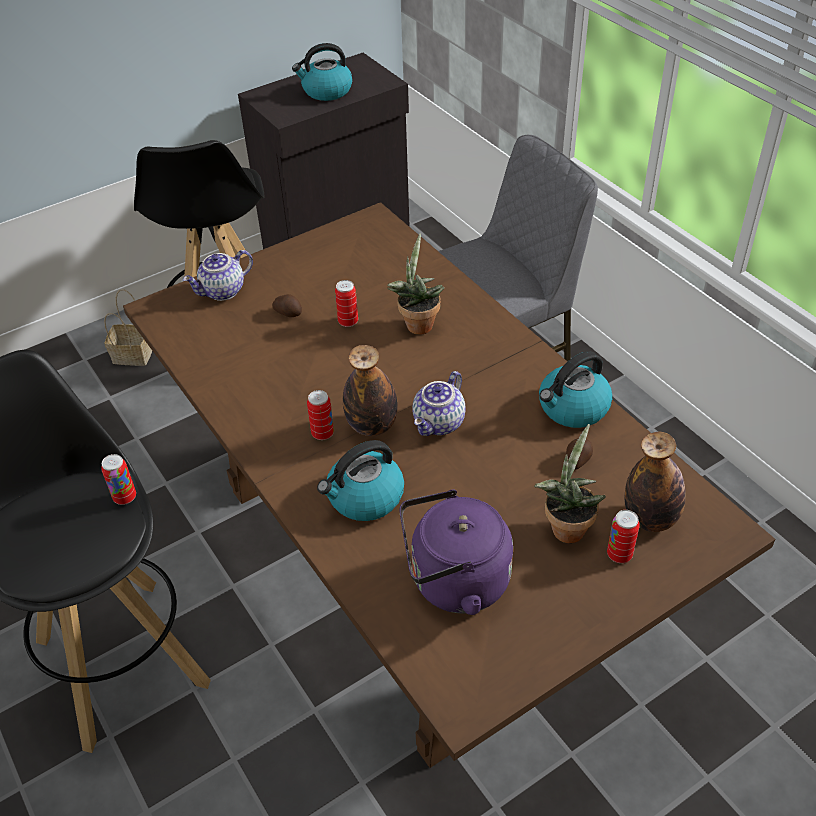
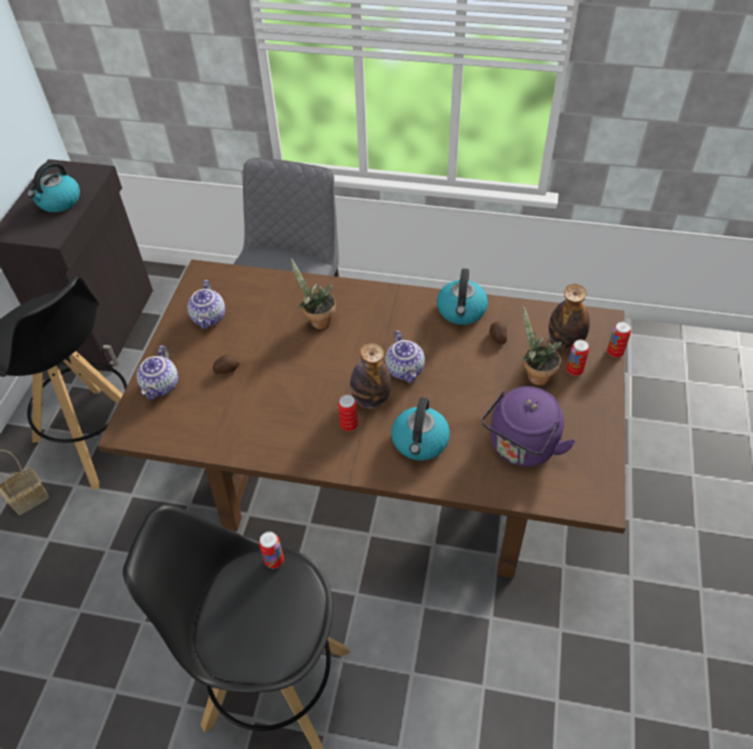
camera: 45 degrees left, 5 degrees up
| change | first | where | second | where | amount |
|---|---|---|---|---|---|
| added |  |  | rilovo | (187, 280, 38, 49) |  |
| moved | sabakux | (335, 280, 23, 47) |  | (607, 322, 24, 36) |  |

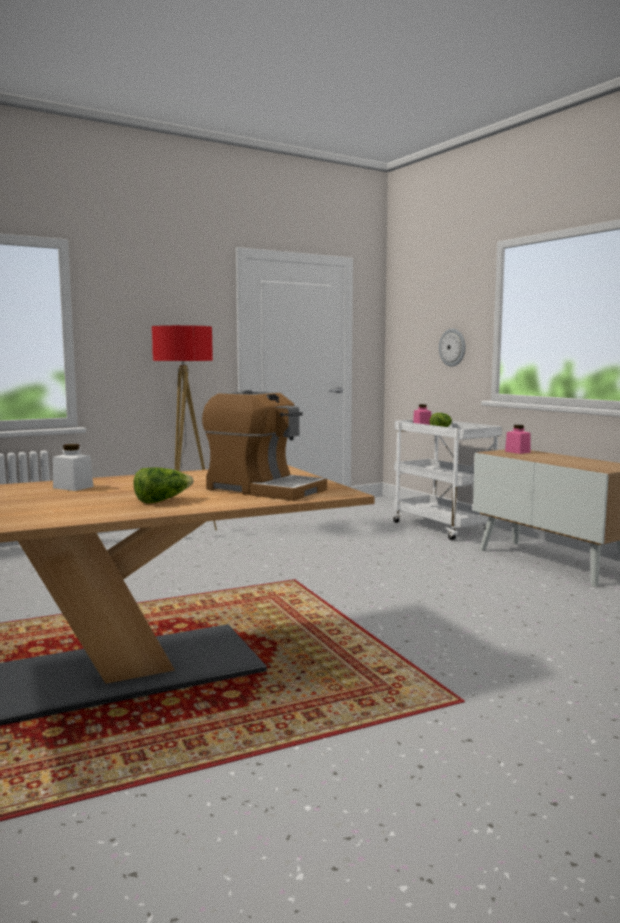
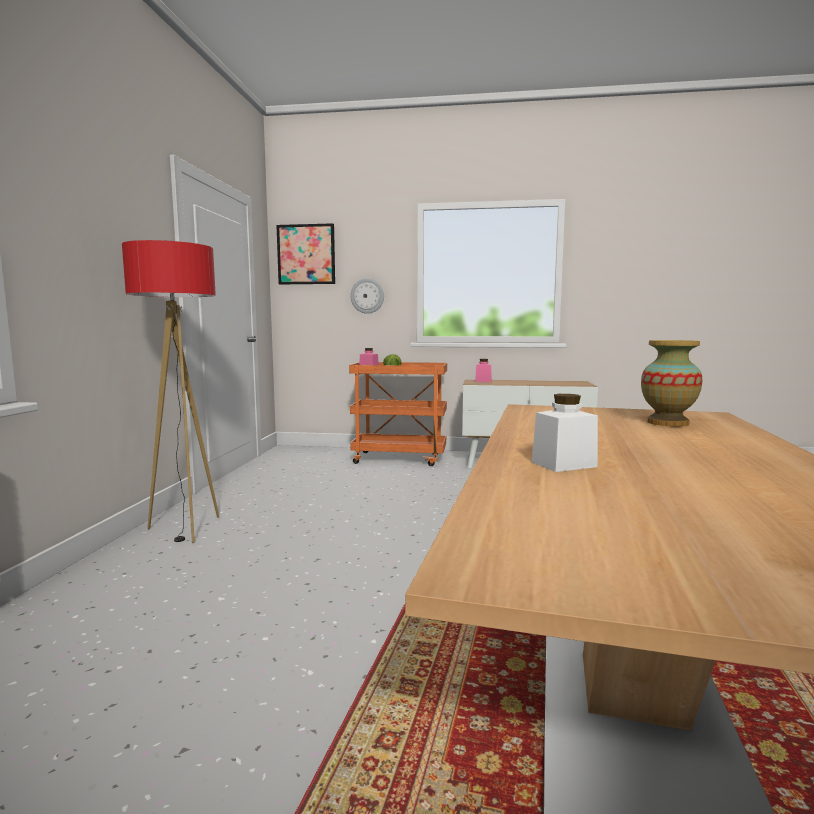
camera: 50 degrees left, 0 degrees up
| change | first | where | second | where | amount |
|---|---|---|---|---|---|
| added |  |  | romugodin | (277, 223, 58, 61) |  |
| recoloured | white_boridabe | (393, 420, 109, 120) | orange_boridabe | (349, 362, 98, 104) |  |
| replaced | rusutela | (202, 390, 125, 111) | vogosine | (641, 340, 61, 87) |  |
| removed | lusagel | (133, 468, 60, 35) |  |  |  |

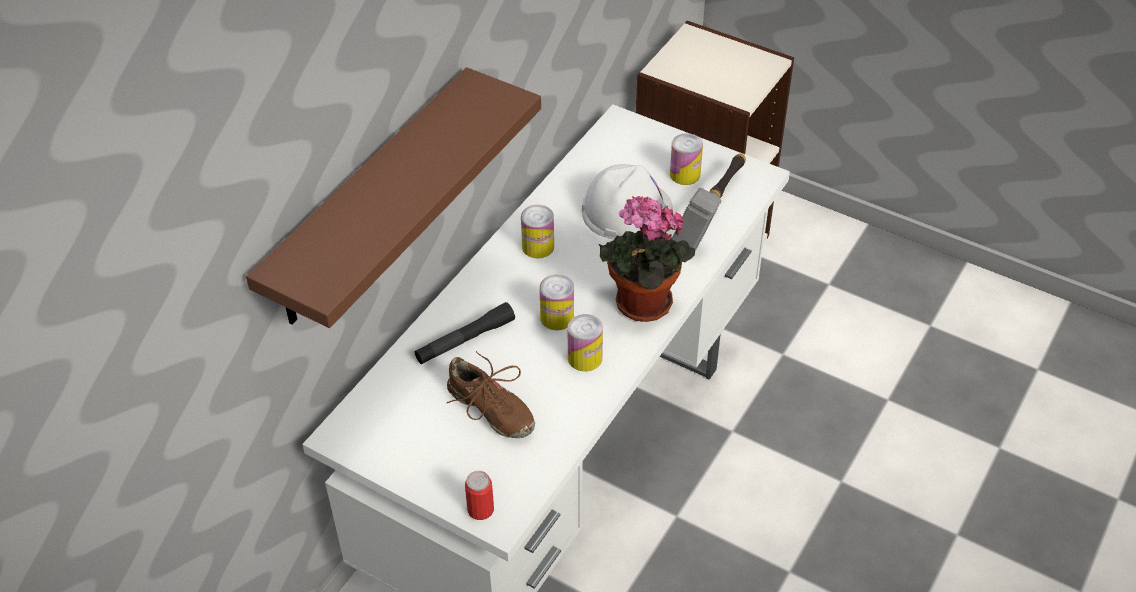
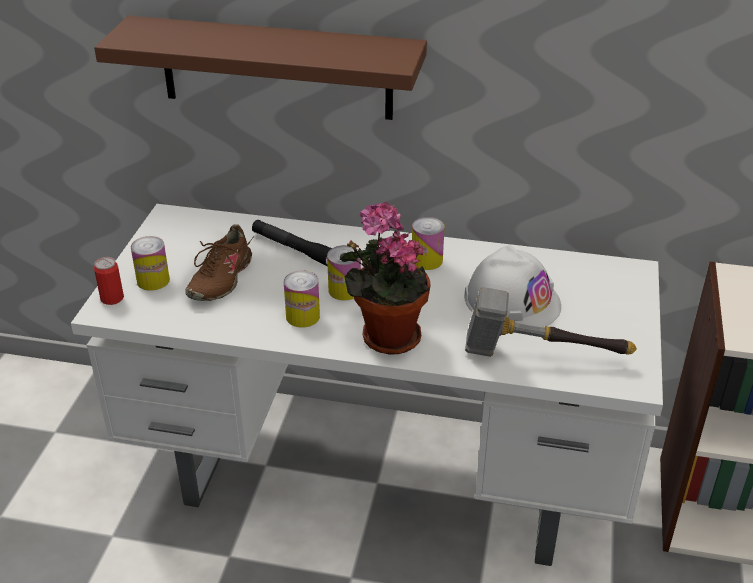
camera: 70 degrees right, 10 degrees down
| change | first | where | second | where | amount |
|---|---|---|---|---|---|
| moved | sabakux | (670, 133, 33, 52) |  | (131, 236, 39, 55) |  |

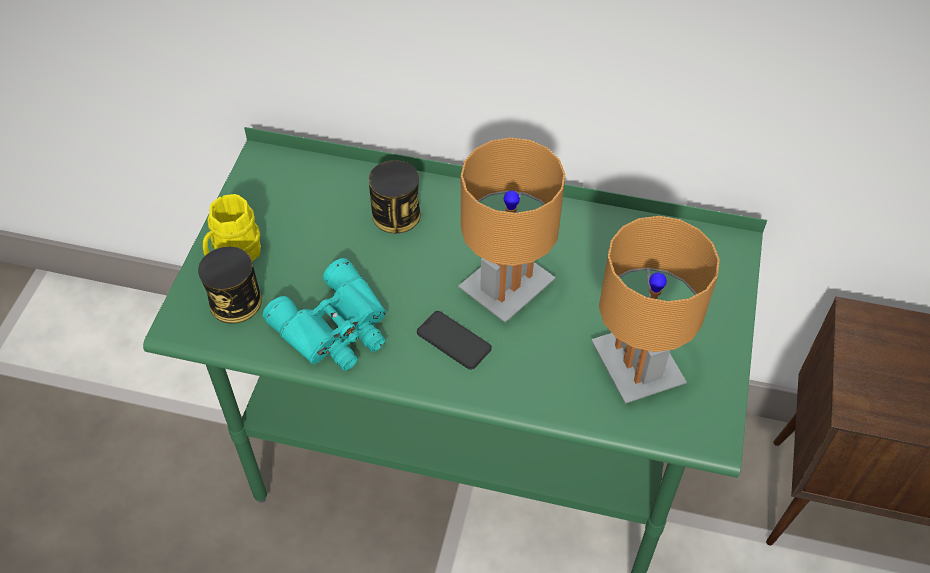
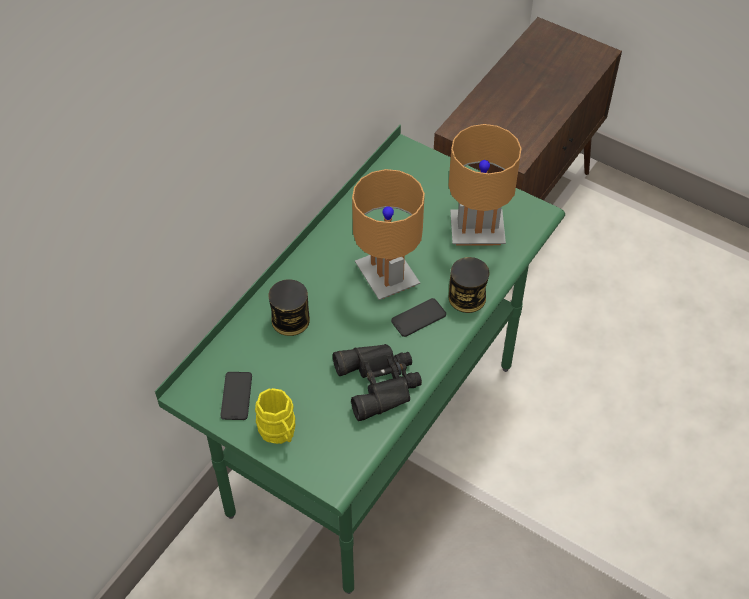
camera: 70 degrees left, 0 degrees up
| change | first | where | second | where | amount |
|---|---|---|---|---|---|
| added |  |  | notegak | (220, 372, 32, 48) |  |
| recoloured | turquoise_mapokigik | (262, 258, 124, 113) | black_mapokigik | (333, 344, 89, 77) |  |
| moved | sabakux | (198, 247, 64, 77) |  | (449, 257, 41, 56) |  |

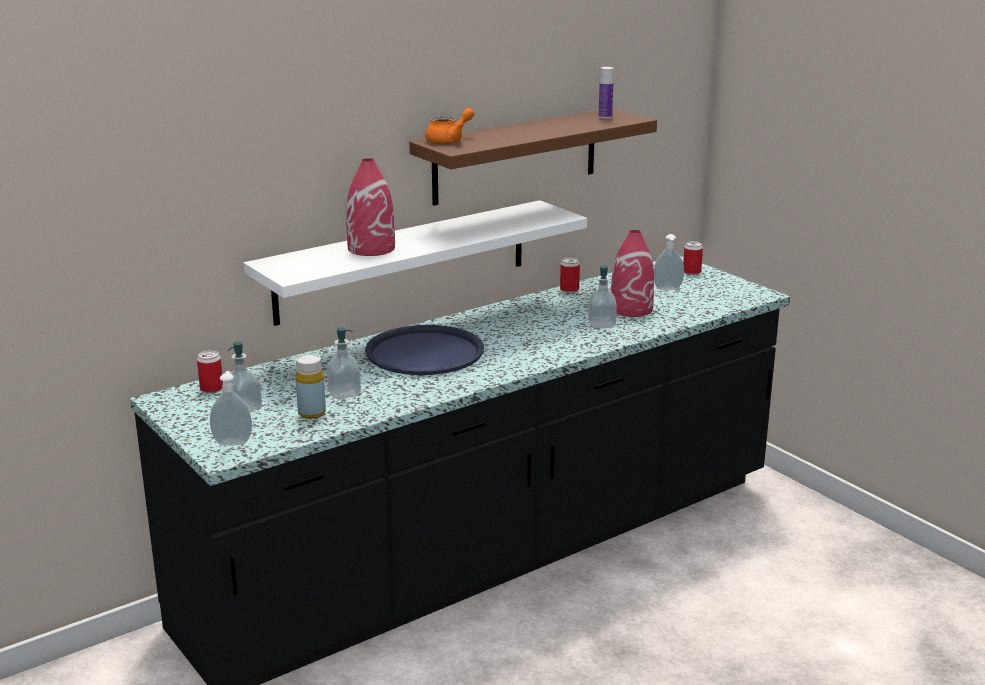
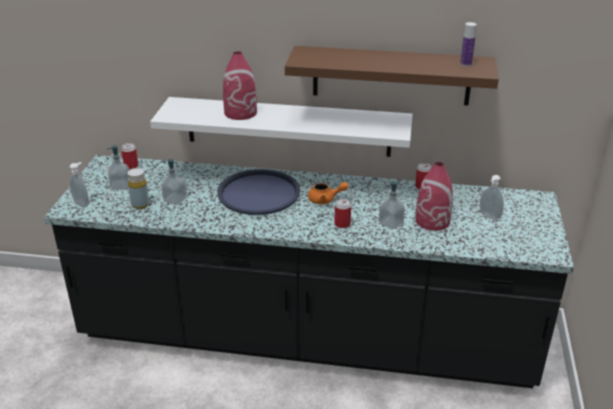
camera: 45 degrees right, 10 degrees up
| change | first | where | second | where | amount |
|---|---|---|---|---|---|
| moved | orange_rilovo | (425, 108, 50, 36) |  | (308, 181, 41, 23) |  |
| moved | sabakux | (683, 241, 20, 34) |  | (334, 199, 17, 29) |  |

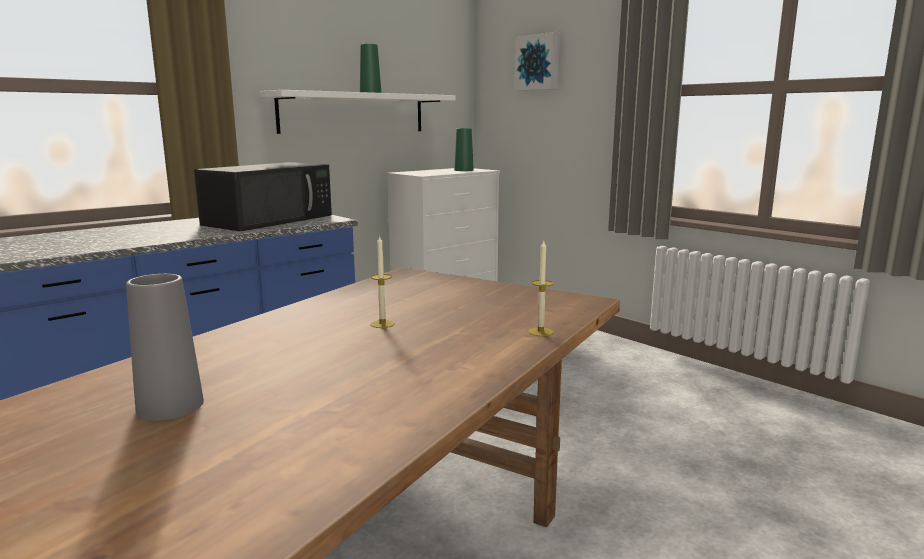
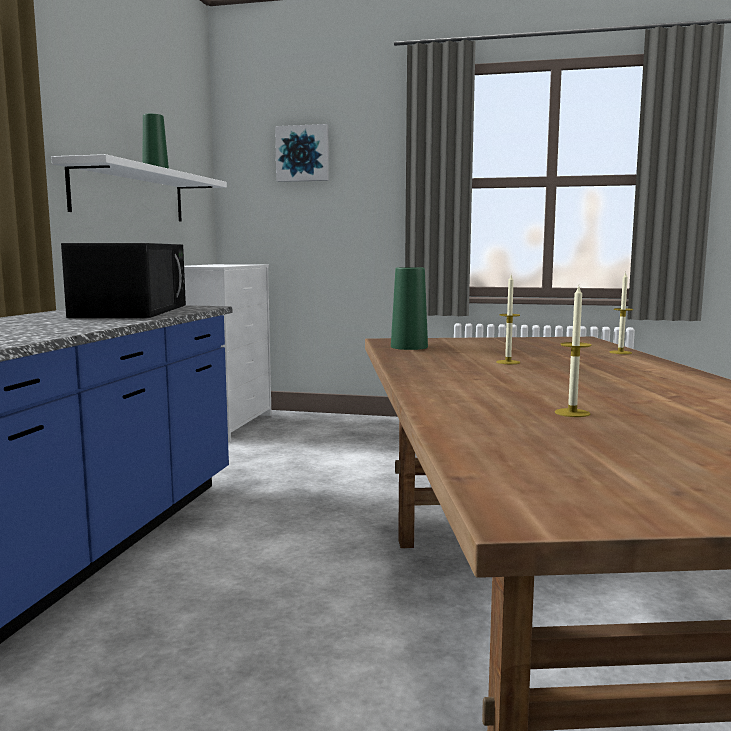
camera: 35 degrees left, 5 degrees down
| change | first | where | second | where | amount |
|---|---|---|---|---|---|
| moved | green_vogosine | (454, 128, 20, 43) |  | (391, 267, 37, 83) |  |
| replaced | grey_vogosine | (126, 274, 78, 146) | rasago | (555, 286, 36, 131) |  |

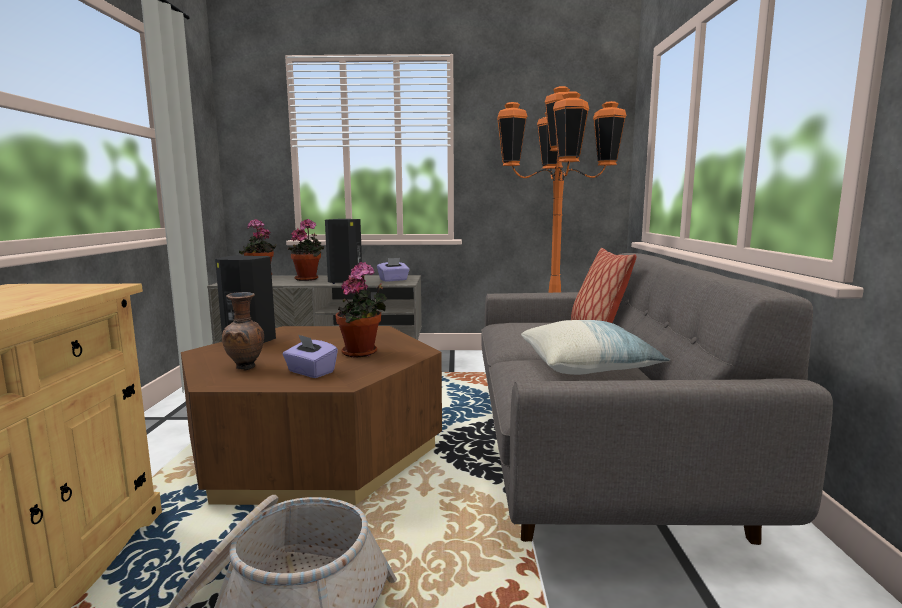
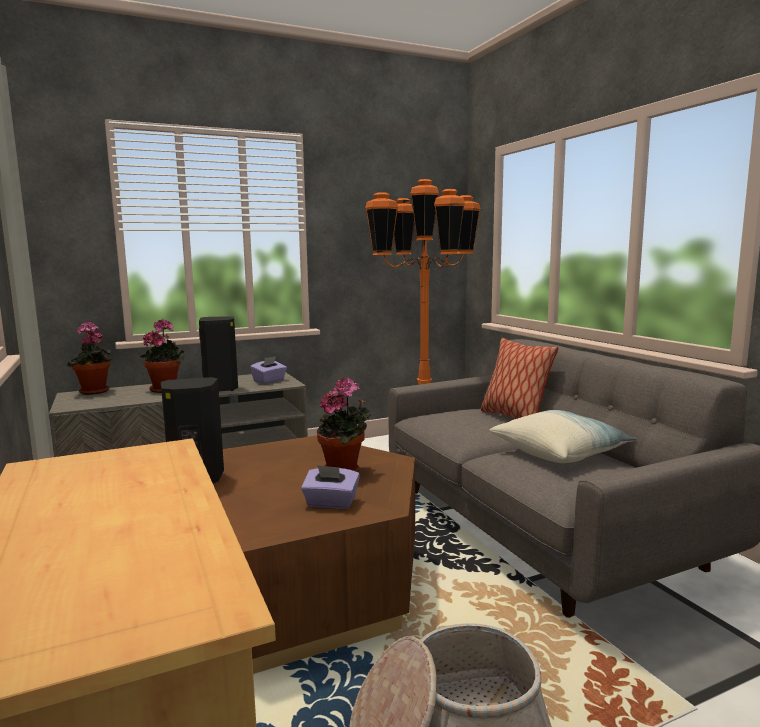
camera: 25 degrees left, 0 degrees up
| change | first | where | second | where | amount |
|---|---|---|---|---|---|
| removed | brown_vogosine | (222, 292, 42, 79) |  |  |  |

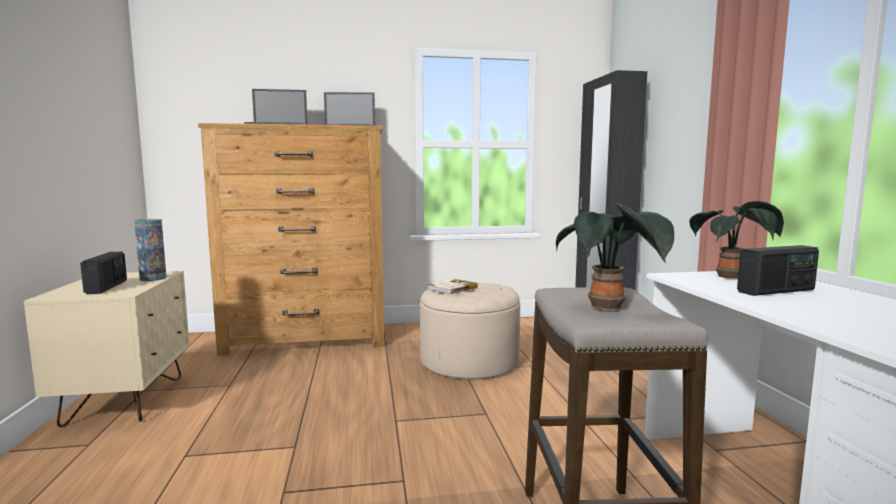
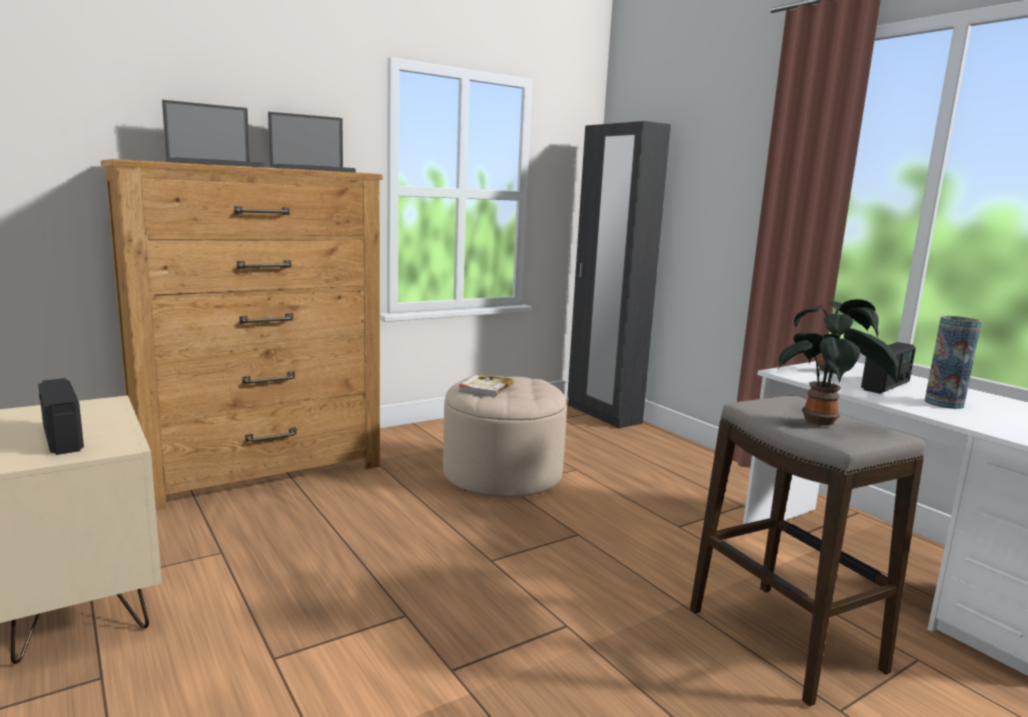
camera: 25 degrees left, 5 degrees up
| change | first | where | second | where | amount |
|---|---|---|---|---|---|
| moved | vogosine | (134, 219, 33, 62) |  | (925, 316, 57, 93) |  |

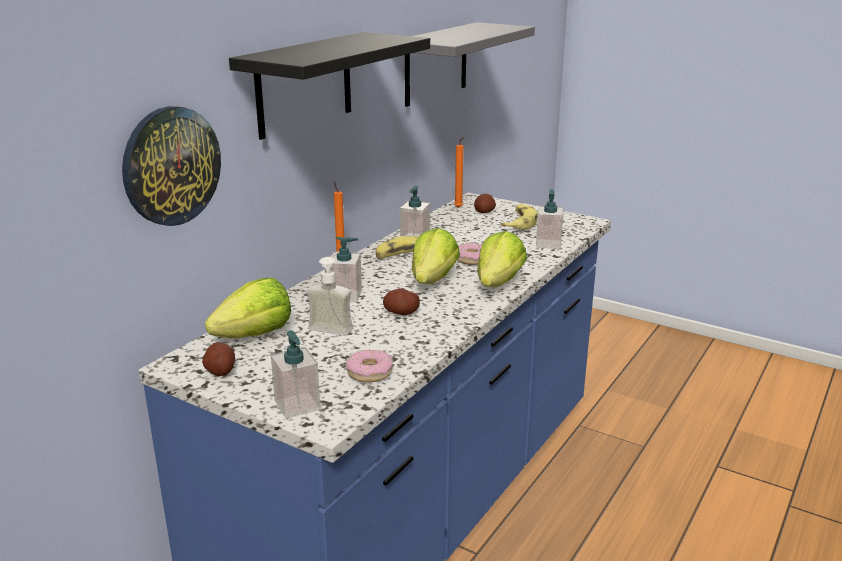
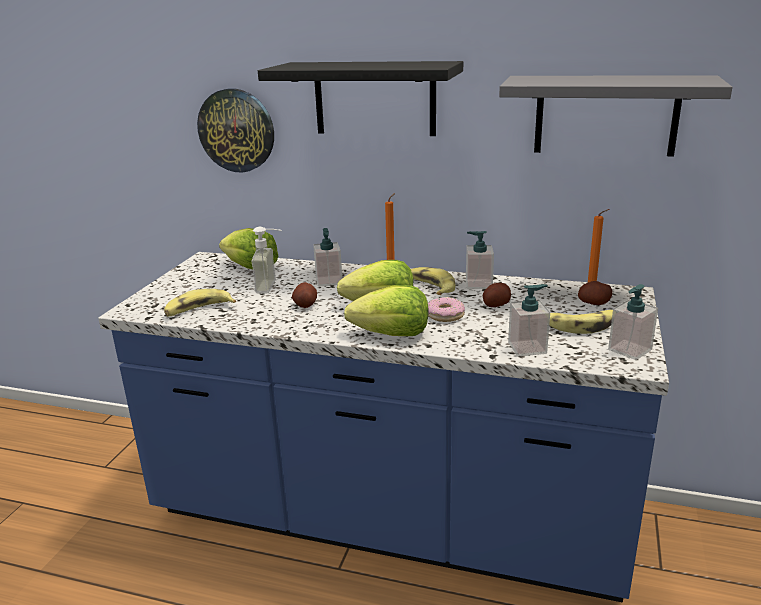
camera: 75 degrees right, 0 degrees up
| change | first | where | second | where | amount |
|---|---|---|---|---|---|
| replaced | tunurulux | (346, 350, 47, 32) | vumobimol | (164, 289, 72, 27) |  |
| moved | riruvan | (202, 342, 33, 34) |  | (483, 283, 28, 24) |  |
| moved | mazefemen | (271, 331, 49, 87) |  | (608, 284, 50, 76) |  |

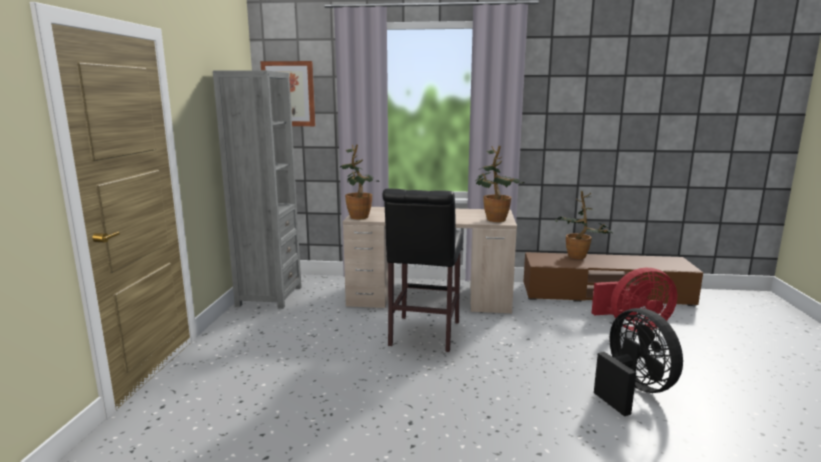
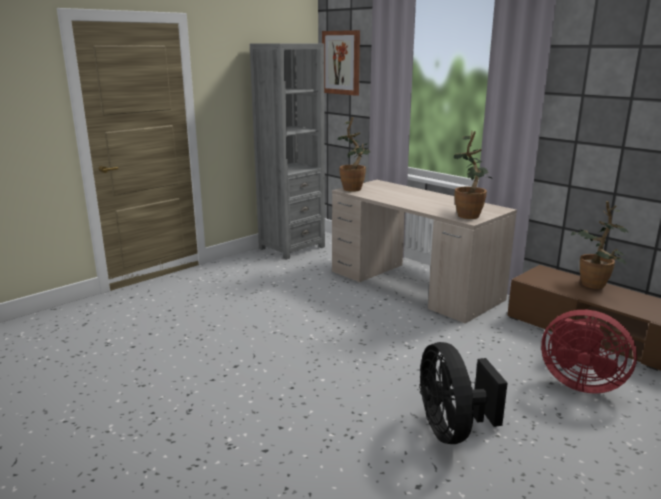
camera: 40 degrees right, 5 degrees up
| change | first | where | second | where | amount |
|---|---|---|---|---|---|
| turned | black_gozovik | (594, 308, 89, 108) |  | (419, 342, 89, 102) | 150 degrees clockwise |
| removed | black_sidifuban | (382, 189, 81, 163) |  |  |  |

